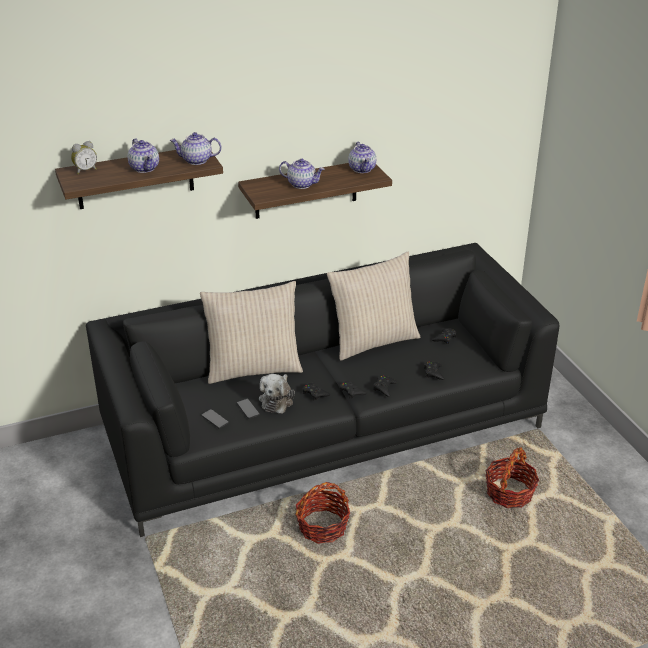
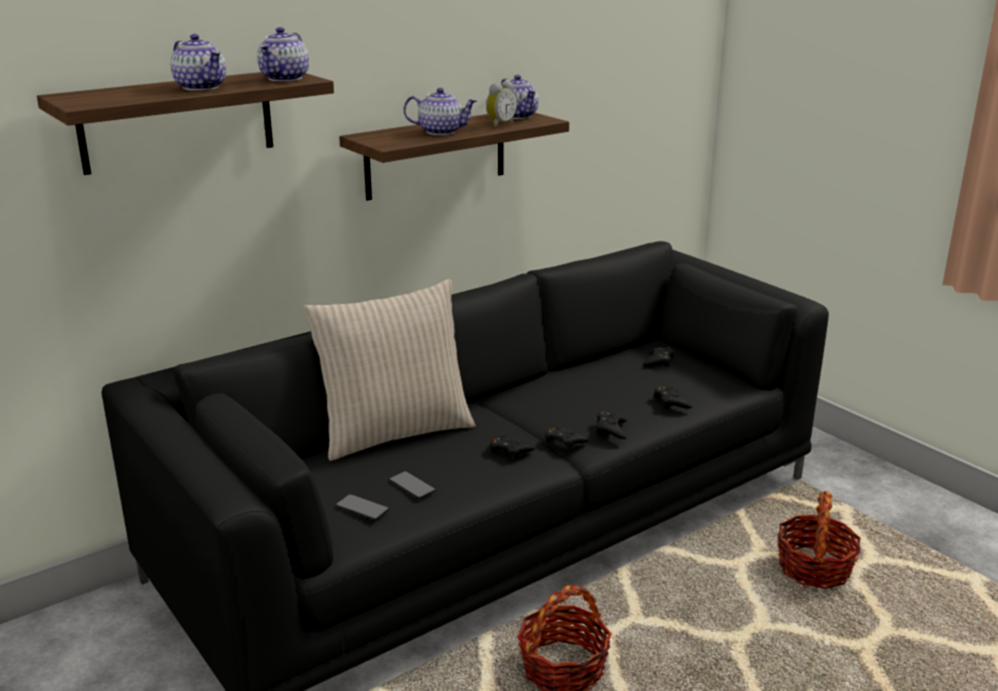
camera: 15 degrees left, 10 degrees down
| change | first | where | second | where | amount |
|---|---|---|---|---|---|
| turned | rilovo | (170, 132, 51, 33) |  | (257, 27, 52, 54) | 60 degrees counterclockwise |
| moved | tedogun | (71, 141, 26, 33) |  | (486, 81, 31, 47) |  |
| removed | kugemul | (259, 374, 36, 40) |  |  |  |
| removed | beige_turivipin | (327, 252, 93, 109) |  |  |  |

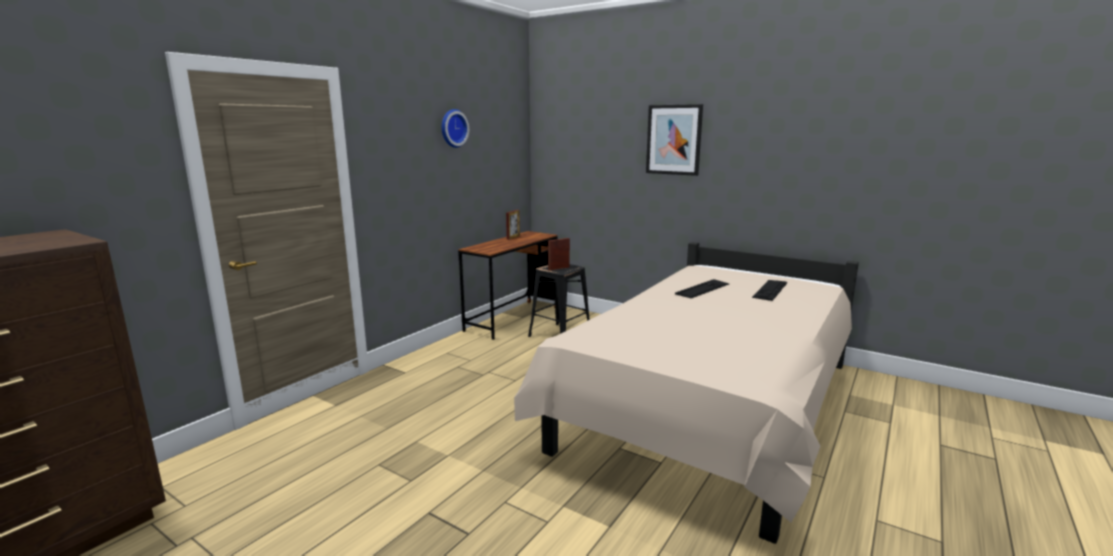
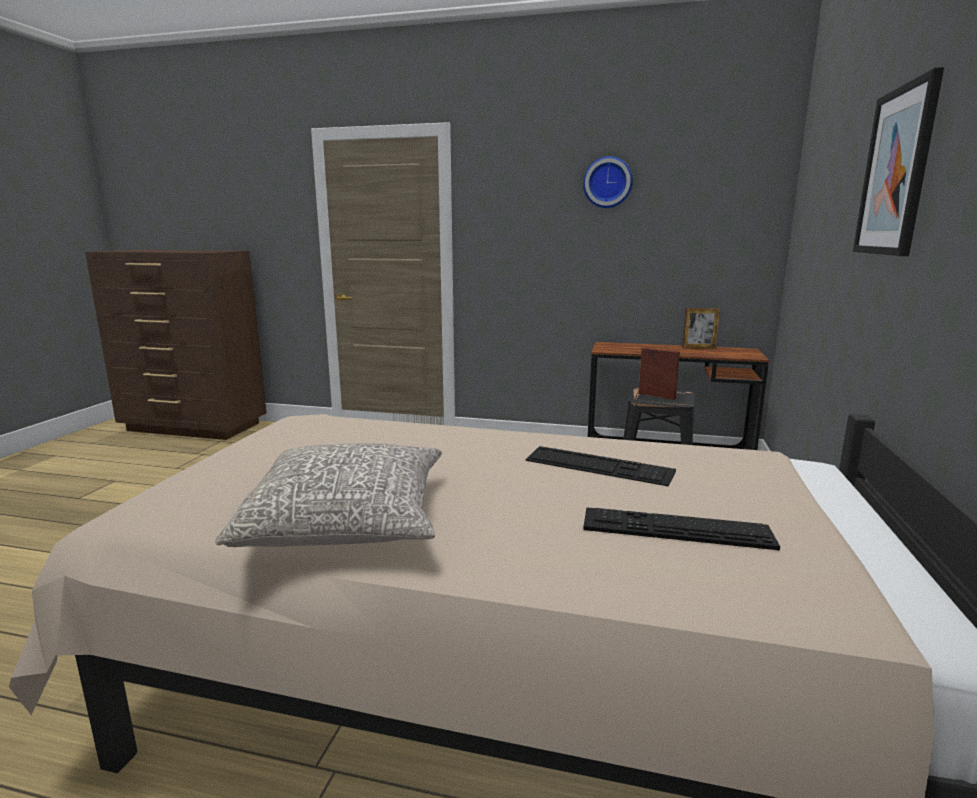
camera: 70 degrees right, 0 degrees up
| change | first | where | second | where | amount |
|---|---|---|---|---|---|
| added |  |  | grey_turivipin | (215, 443, 227, 104) |  |

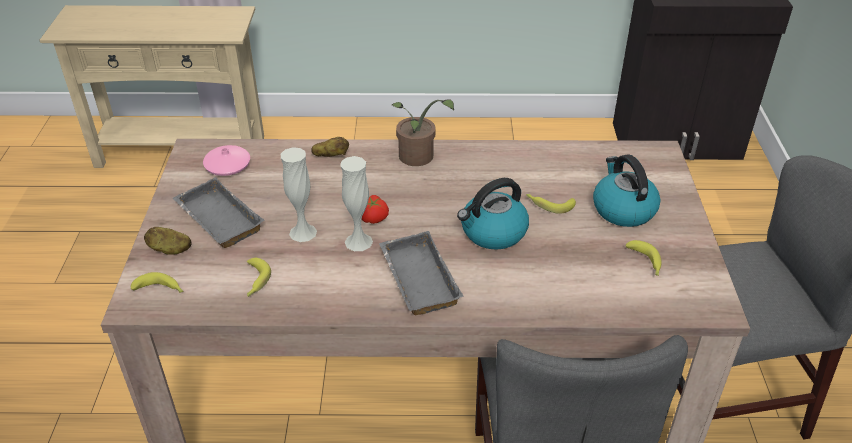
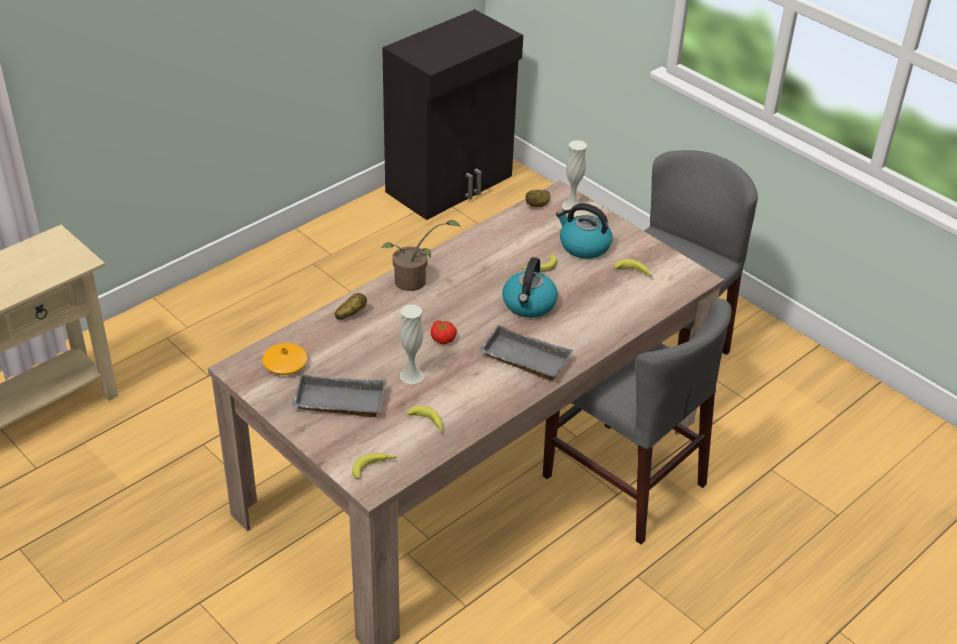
camera: 45 degrees left, 0 degrees up
| change | first | where | second | where | amount |
|---|---|---|---|---|---|
| recoloured | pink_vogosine | (203, 145, 47, 31) | orange_vogosine | (262, 343, 45, 32) |  |
| moved | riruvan | (144, 227, 48, 28) |  | (525, 189, 25, 18) |  |
| moved | white_vogosine | (340, 156, 33, 95) |  | (562, 140, 25, 72) |  |

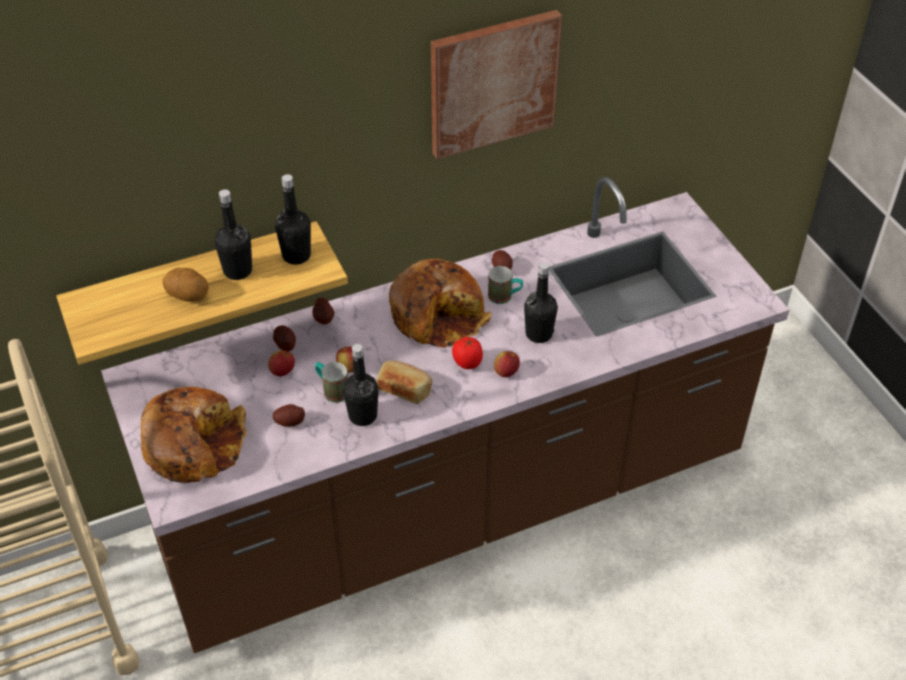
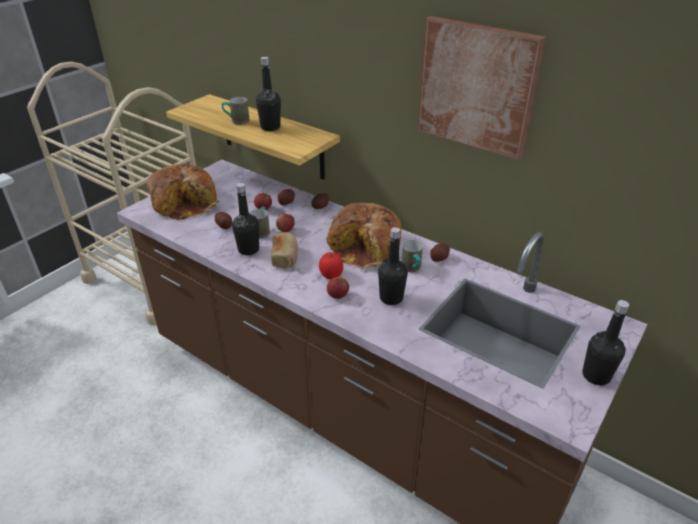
camera: 60 degrees right, 10 degrees down
| change | first | where | second | where | amount |
|---|---|---|---|---|---|
| replaced | riruvan | (163, 268, 46, 34) | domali | (222, 97, 28, 28) |  |
| moved | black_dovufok | (275, 174, 36, 91) |  | (582, 300, 47, 85) |  |

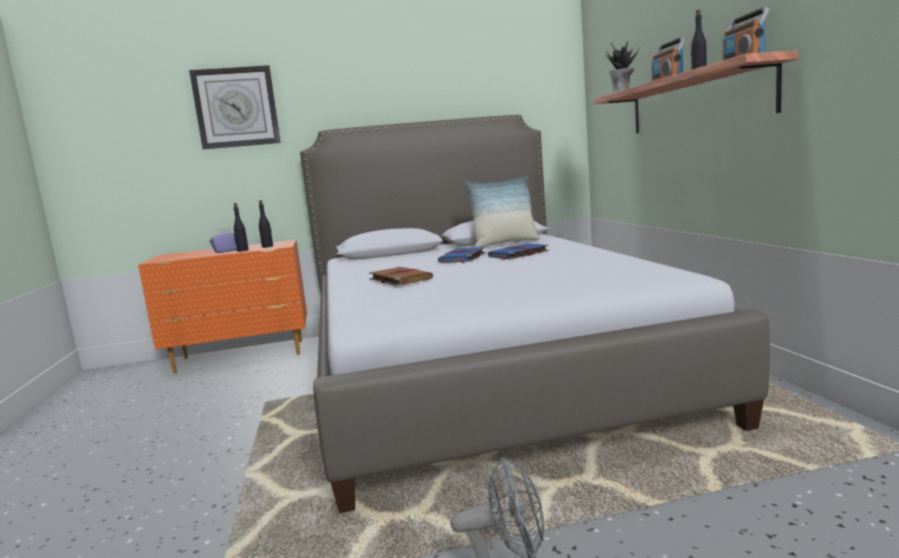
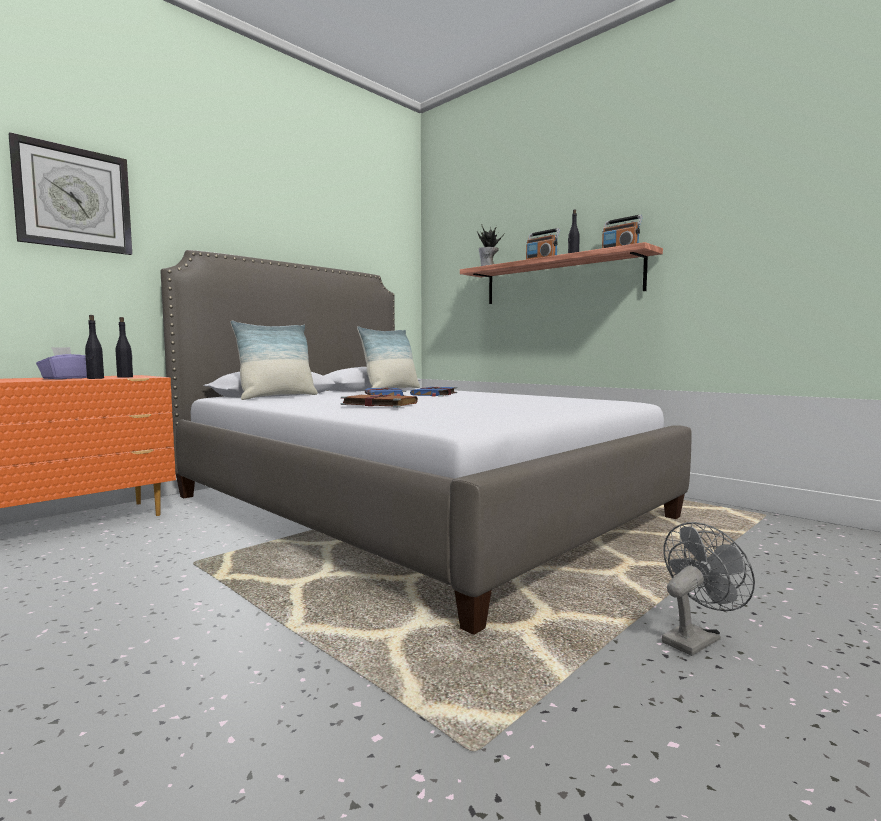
camera: 35 degrees left, 5 degrees down
| change | first | where | second | where | amount |
|---|---|---|---|---|---|
| added |  |  | turivipin | (230, 321, 88, 79) |  |

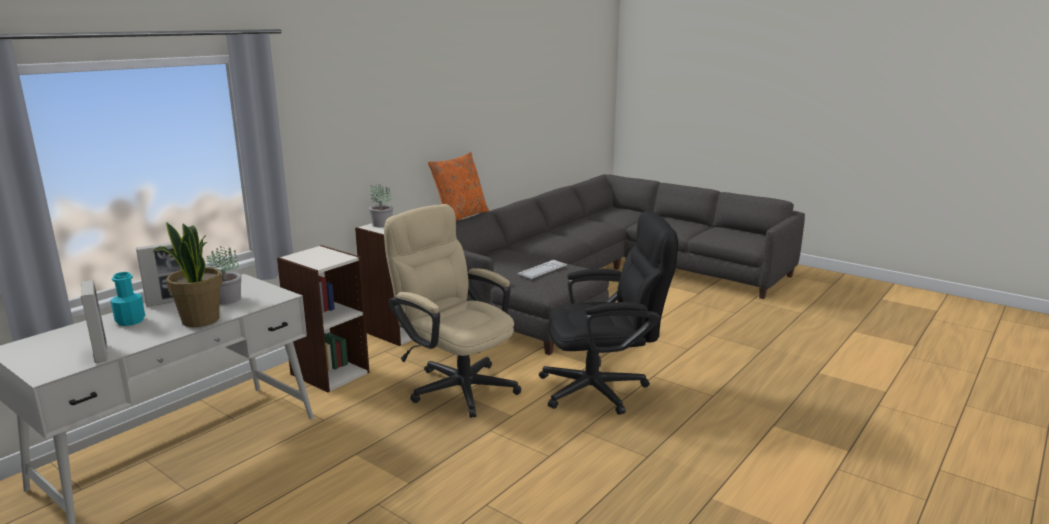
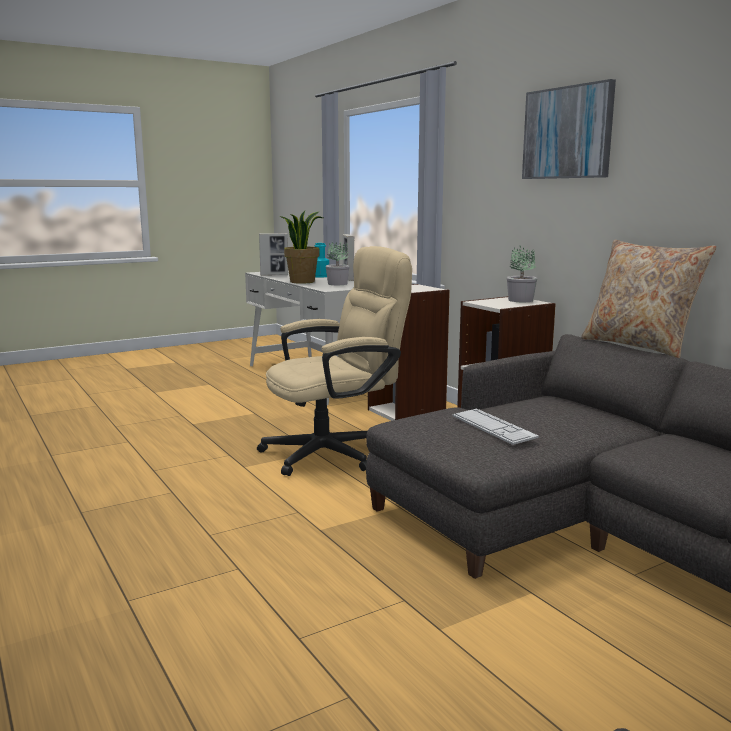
camera: 110 degrees right, 5 degrees down
| change | first | where | second | where | amount |
|---|---|---|---|---|---|
| added |  |  | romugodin | (522, 79, 94, 100) |  |
| recoloured | orange_turivipin | (428, 152, 61, 69) | beige_turivipin | (581, 240, 136, 118) |  |
| removed | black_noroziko | (539, 210, 139, 205) |  |  |  |

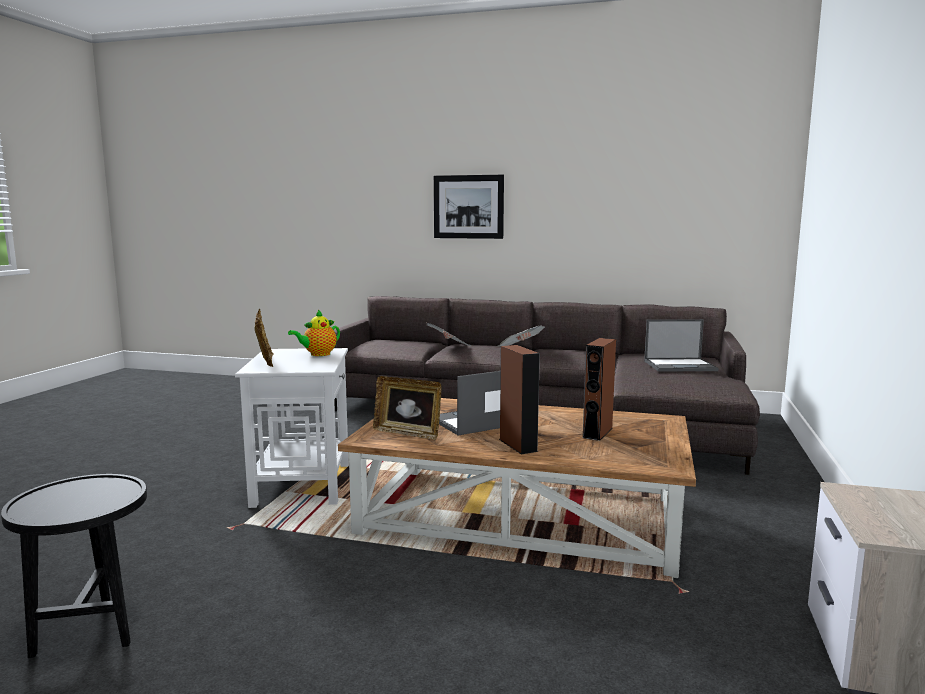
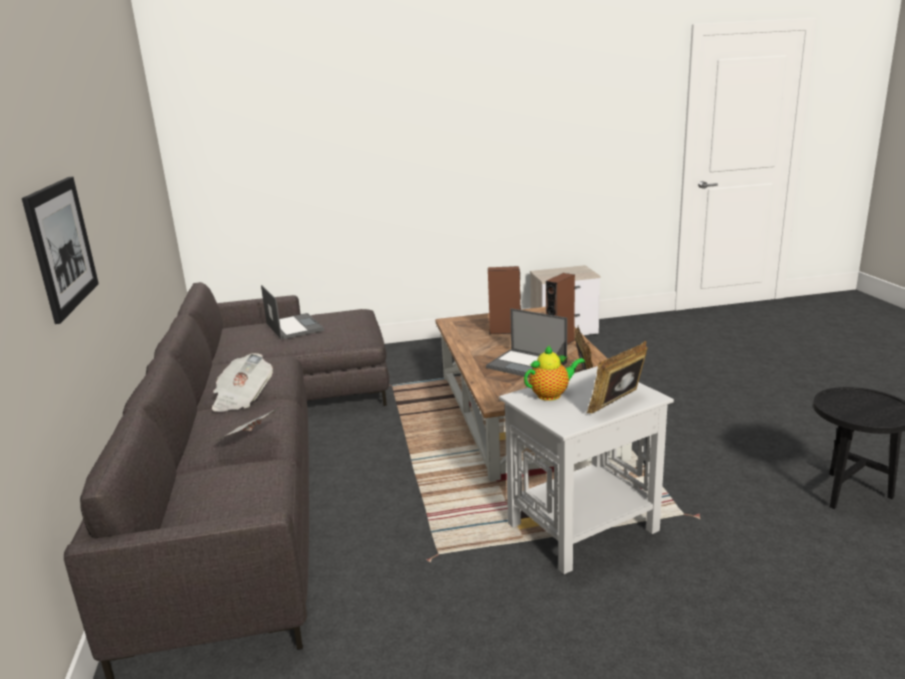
camera: 115 degrees left, 10 degrees up
| change | first | where | second | where | amount |
|---|---|---|---|---|---|
| turned | rilovo | (288, 310, 52, 46) |  | (524, 345, 61, 56) | 45 degrees counterclockwise |

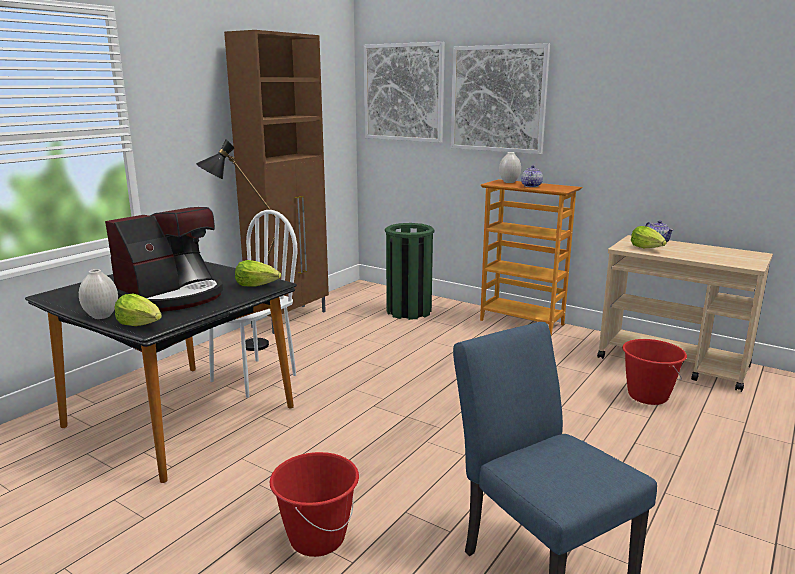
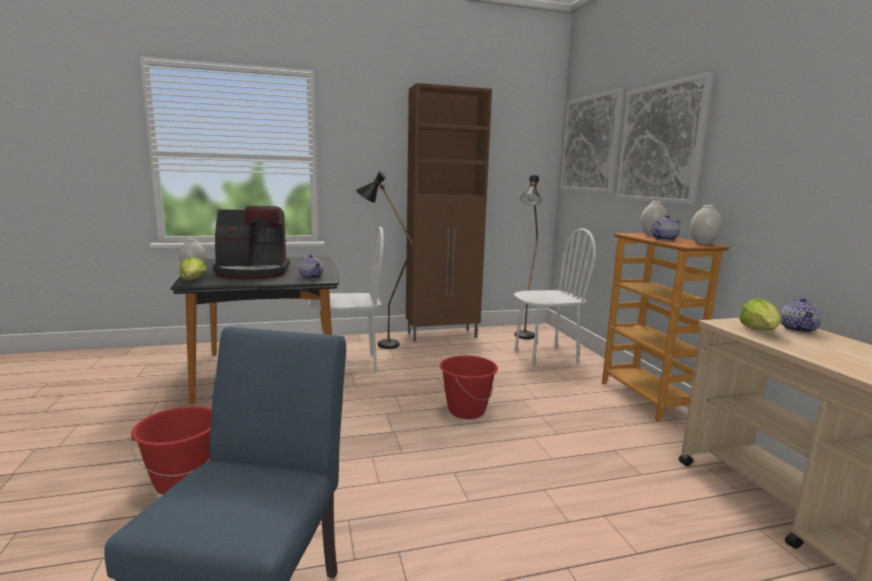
camera: 40 degrees right, 5 degrees down
| change | first | where | second | where | amount |
|---|---|---|---|---|---|
| replaced | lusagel | (235, 260, 46, 27) | rilovo | (299, 255, 24, 24) |  |
| moved | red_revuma | (622, 339, 65, 66) |  | (440, 356, 58, 63) |  |
| added |  |  | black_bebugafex | (514, 175, 27, 164) |  |
| replaced | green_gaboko | (385, 223, 49, 97) | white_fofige | (514, 228, 82, 138) |  |
| added |  |  | white_vogosine | (690, 205, 32, 40) |  |

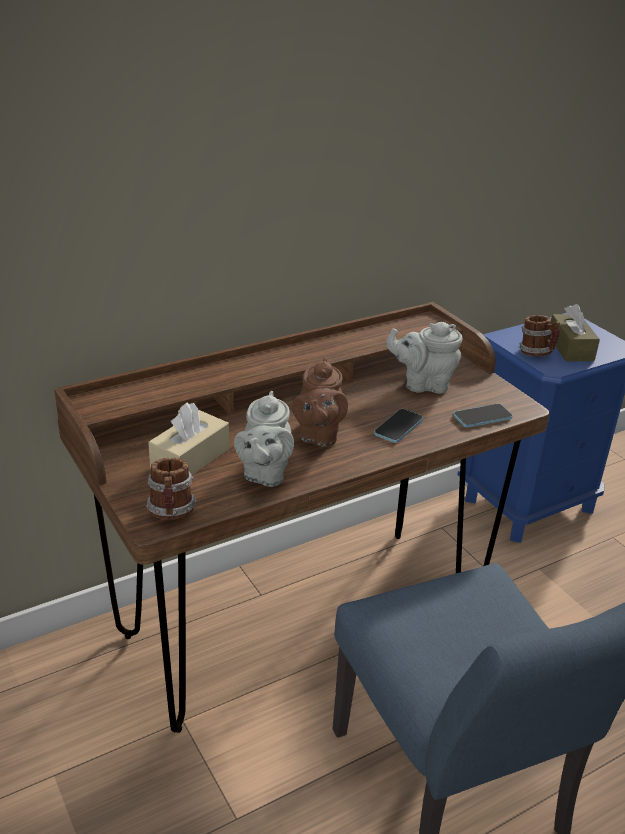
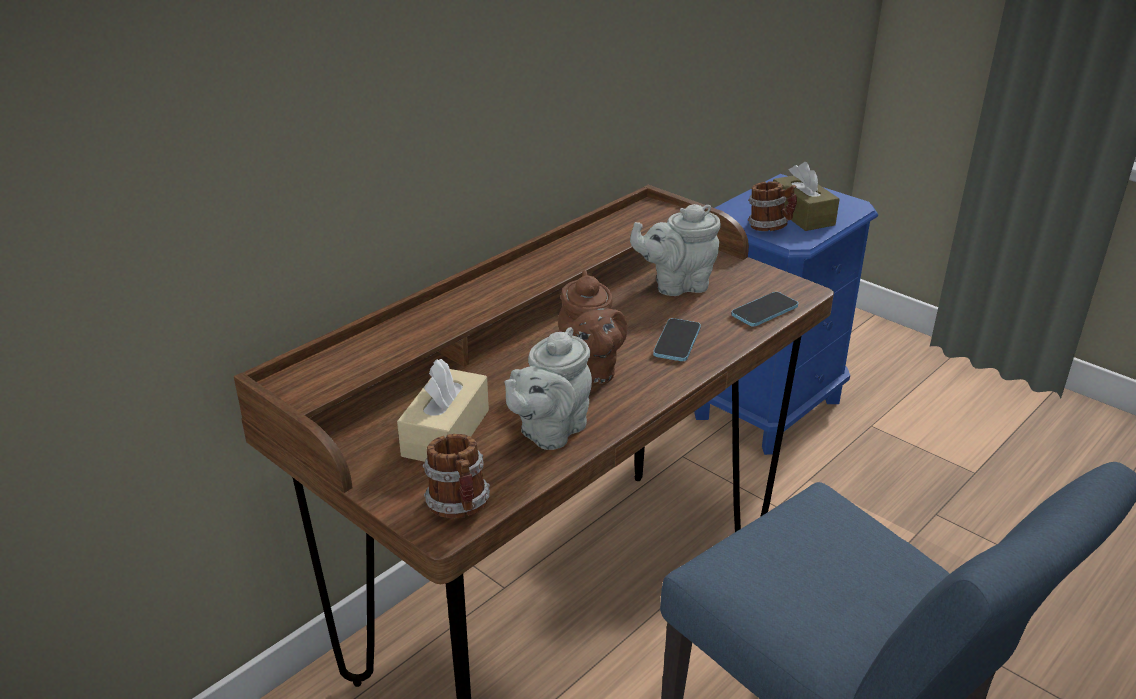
camera: 15 degrees left, 0 degrees up
| change | first | where | second | where | amount |
|---|---|---|---|---|---|
| turned | grey_rilovo | (234, 391, 60, 96) |  | (504, 327, 88, 123) | 45 degrees clockwise |

